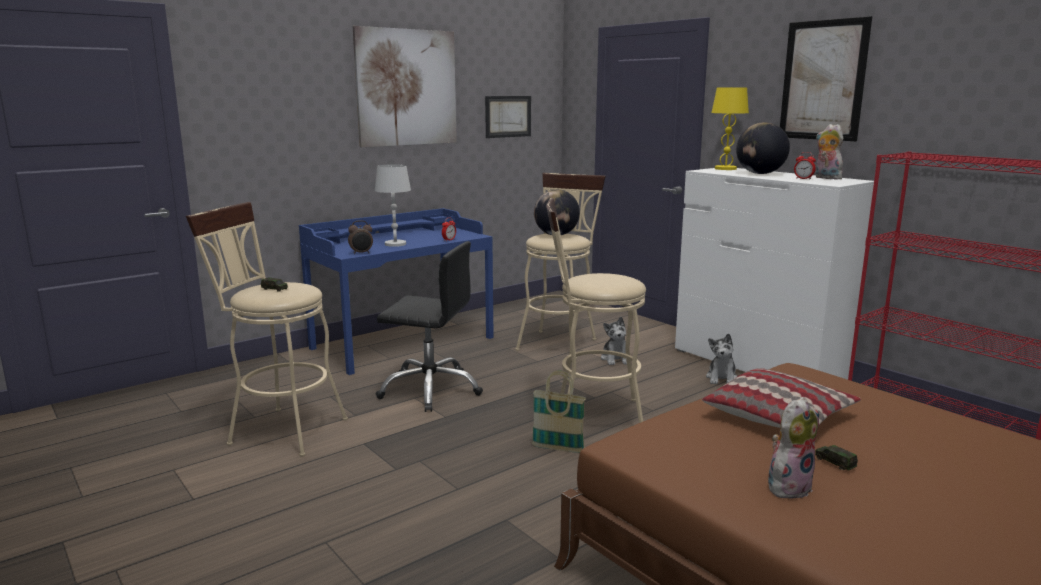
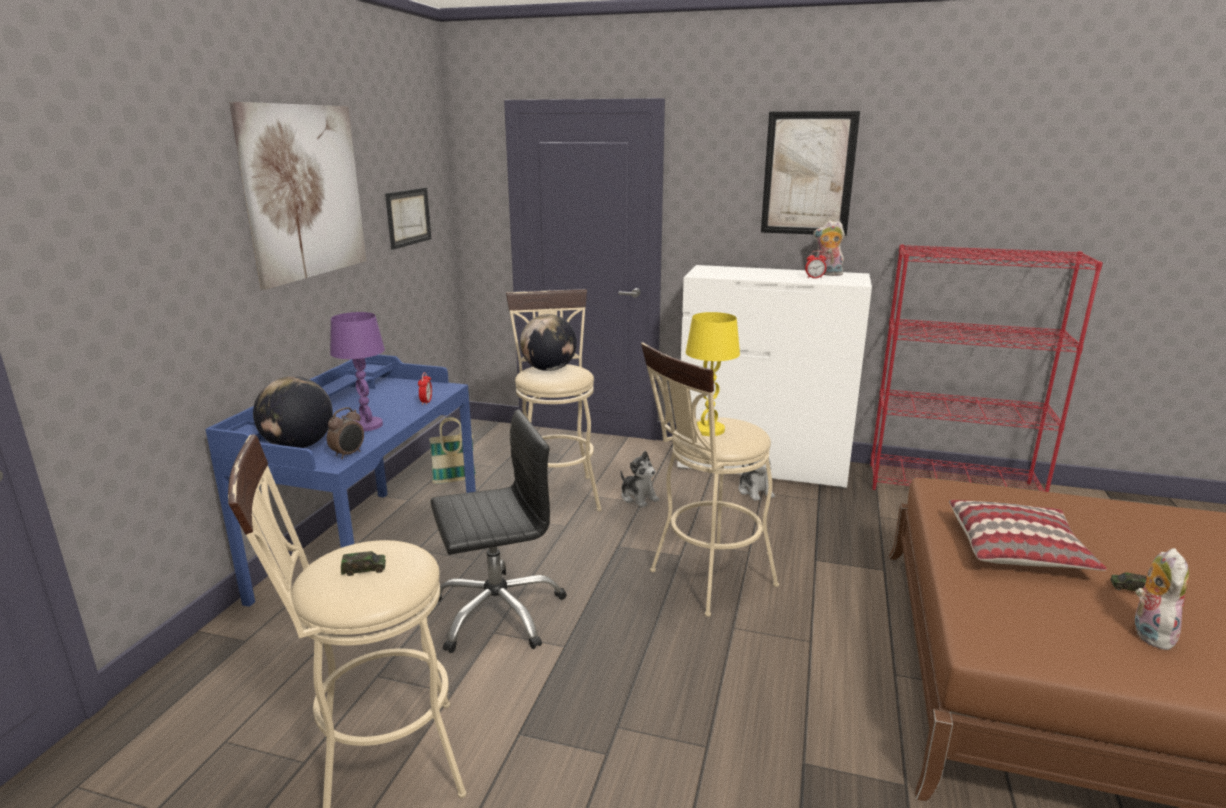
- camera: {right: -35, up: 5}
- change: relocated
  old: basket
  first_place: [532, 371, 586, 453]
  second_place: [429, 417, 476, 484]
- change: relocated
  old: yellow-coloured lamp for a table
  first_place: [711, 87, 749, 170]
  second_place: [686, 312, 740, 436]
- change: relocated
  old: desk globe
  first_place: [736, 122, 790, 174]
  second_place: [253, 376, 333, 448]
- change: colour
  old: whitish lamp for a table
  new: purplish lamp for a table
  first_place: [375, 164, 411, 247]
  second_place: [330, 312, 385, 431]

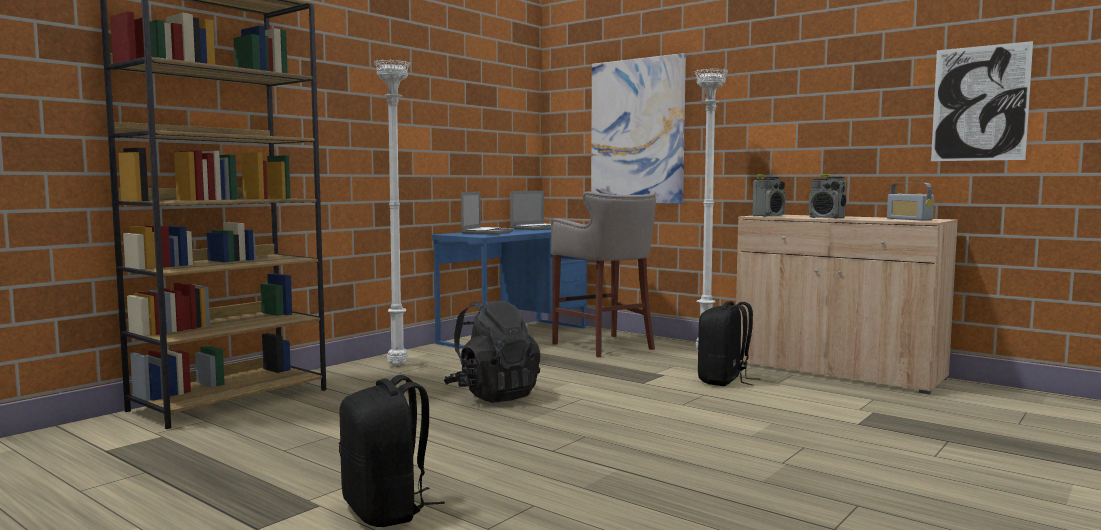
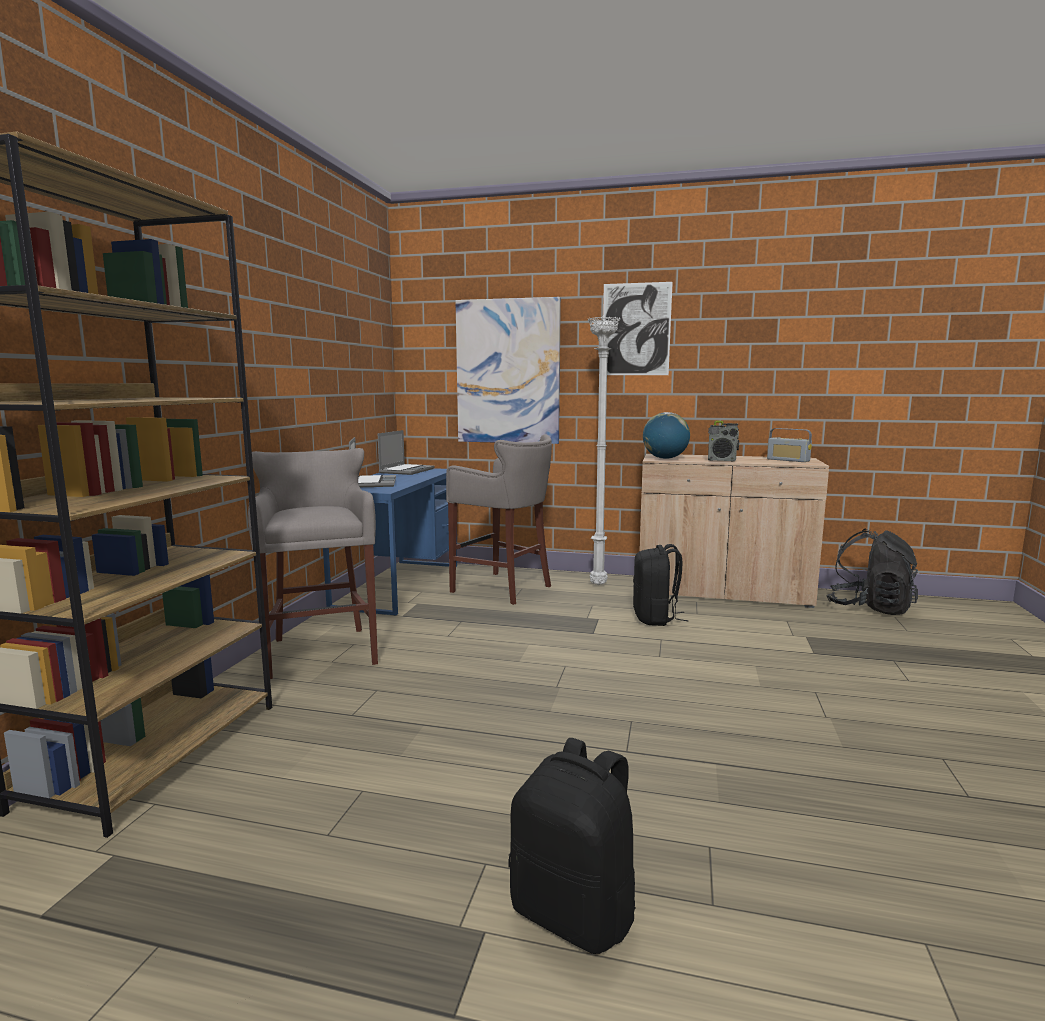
- camera: {right: -25, up: 5}
- change: relocated
  old: black-coloured knapsack
  first_place: [444, 300, 541, 403]
  second_place: [826, 529, 918, 615]
- change: relocated
  old: wall art
  first_place: [931, 41, 1033, 161]
  second_place: [603, 282, 673, 375]
- change: exchanged
  old: whitish standing lamp
  new: grey stool seat
  first_place: [374, 59, 411, 366]
  second_place: [248, 448, 378, 679]
- change: exchanged
  old: radio
  new: desk globe
  first_place: [752, 174, 786, 217]
  second_place: [643, 412, 690, 459]

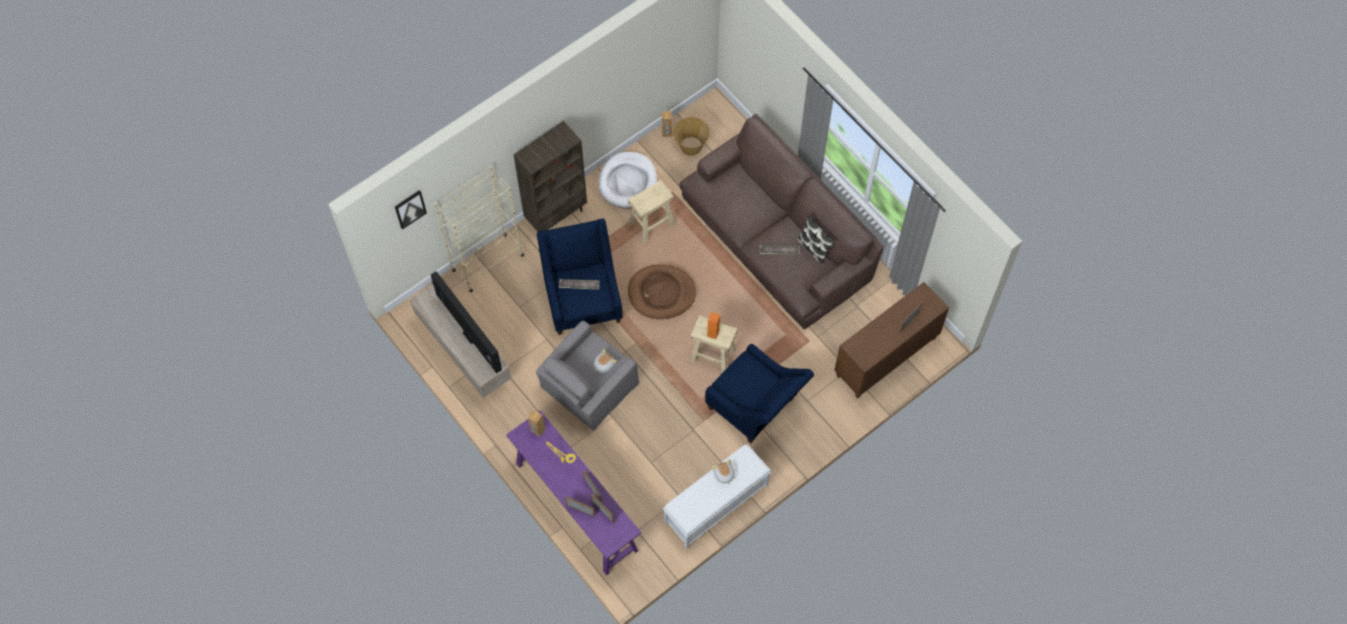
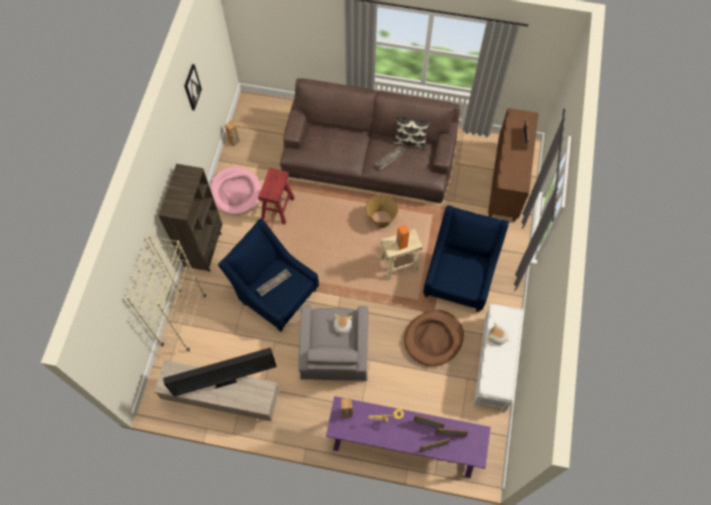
- camera: {right: -40, up: 0}
- change: relocated
  old: wall art
  first_place: [395, 190, 427, 230]
  second_place: [184, 64, 202, 110]
- change: relocated
  old: brown pet bed
  first_place: [628, 264, 696, 319]
  second_place: [404, 310, 464, 366]
- change: relocated
  old: basket
  first_place: [673, 117, 710, 156]
  second_place: [366, 194, 398, 228]
- change: colour
  old: whitish pet bed
  new: pink pet bed
  first_place: [599, 152, 657, 209]
  second_place: [210, 166, 262, 215]
- change: colour
  old: beige stool seat
  new: red stool seat
  first_place: [628, 180, 675, 244]
  second_place: [258, 167, 295, 225]
- change: spun
  old: TV
  first_place: [431, 271, 502, 374]
  second_place: [163, 347, 277, 396]
  degrees: 150
- change: spun
  old: blue armchair
  first_place: [705, 344, 814, 444]
  second_place: [423, 205, 509, 312]
  degrees: -75

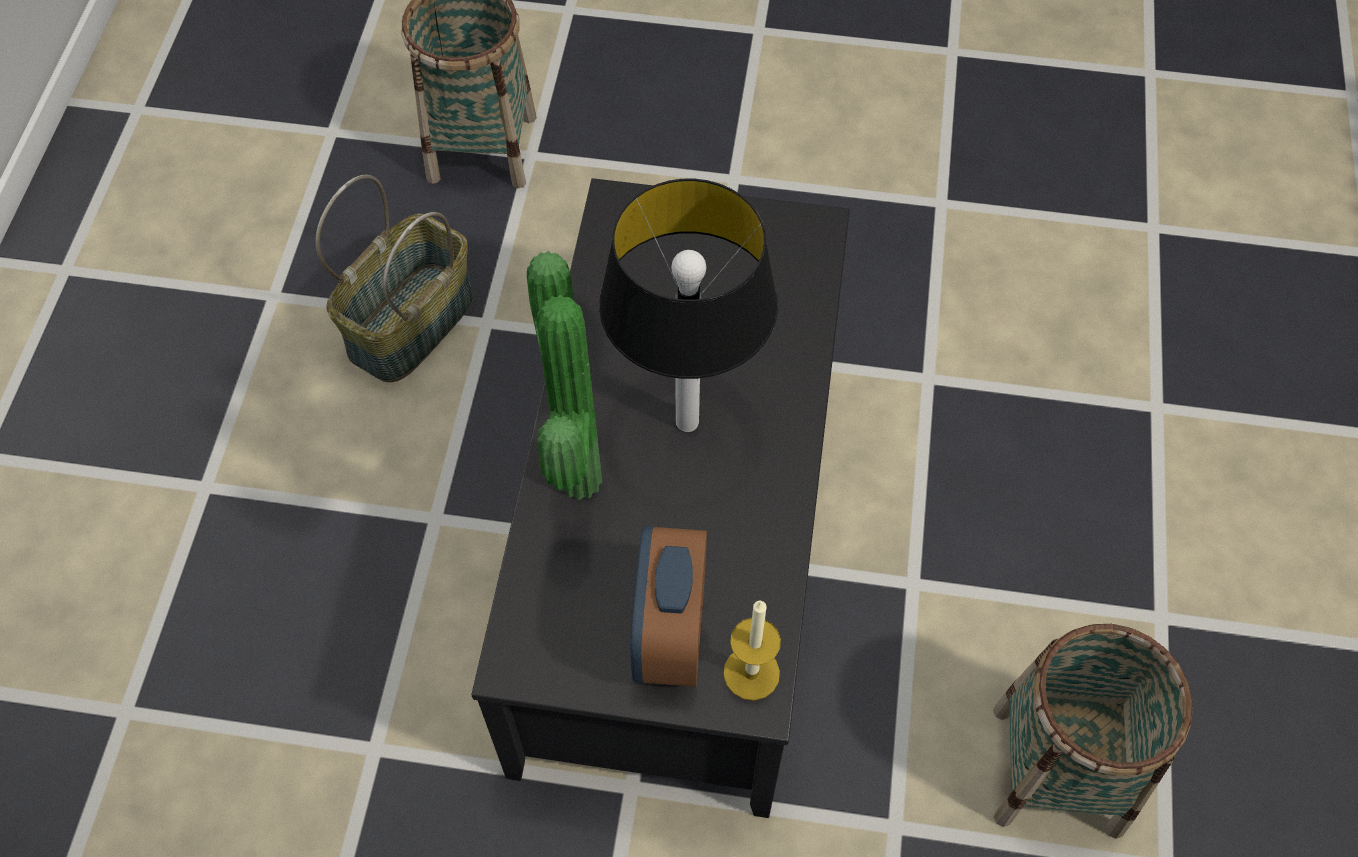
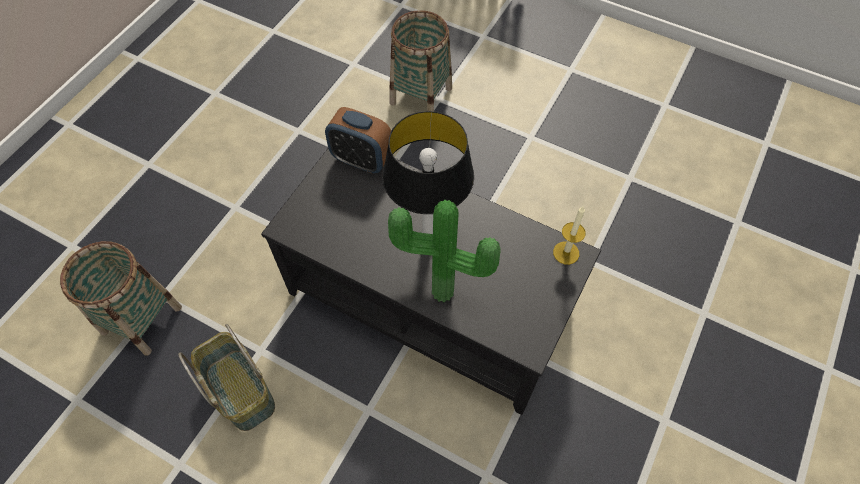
- camera: {right: -70, up: 0}
- change: relocated
  old: table clock
  first_place: [630, 526, 707, 687]
  second_place: [325, 107, 391, 173]
- change: relocated
  old: basket
  first_place: [993, 624, 1193, 839]
  second_place: [389, 10, 452, 111]

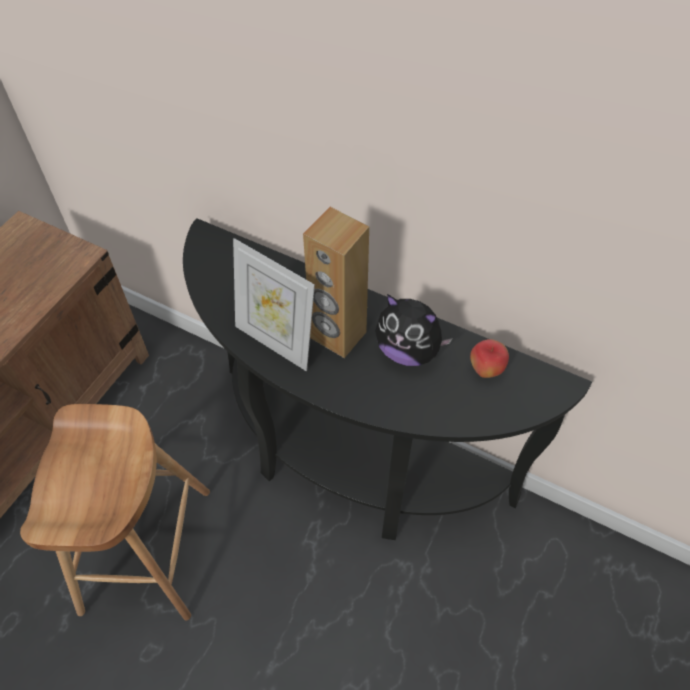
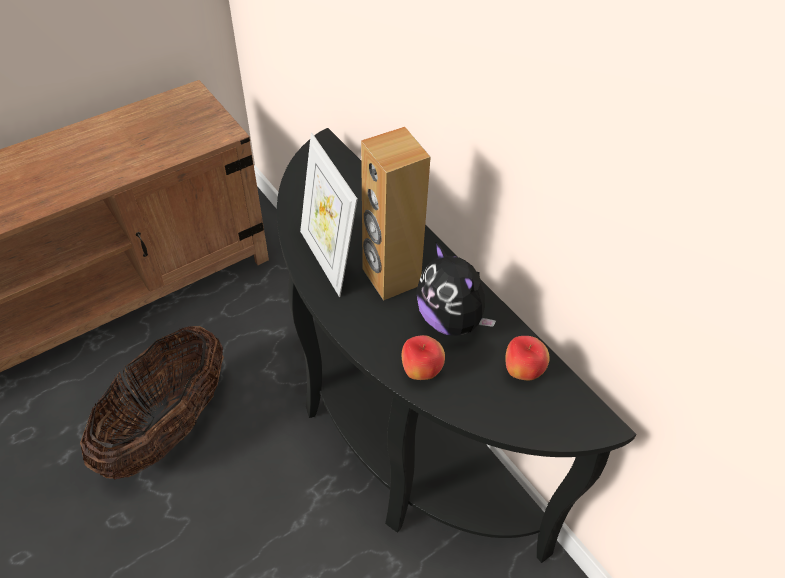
- camera: {right: 25, up: -5}
- change: appeared
  new: whole apple
  second_place: [402, 335, 445, 380]
- change: exchanged
  old: brown stool seat
  new: basket
  first_place: [20, 404, 210, 620]
  second_place: [80, 326, 224, 479]

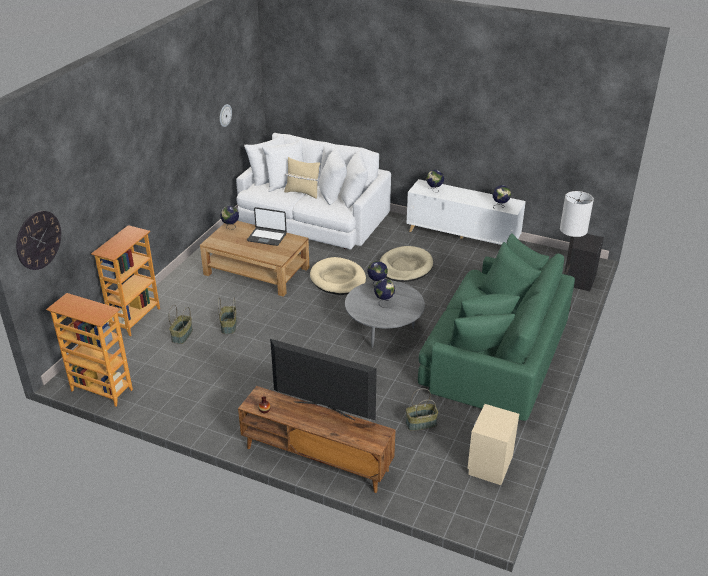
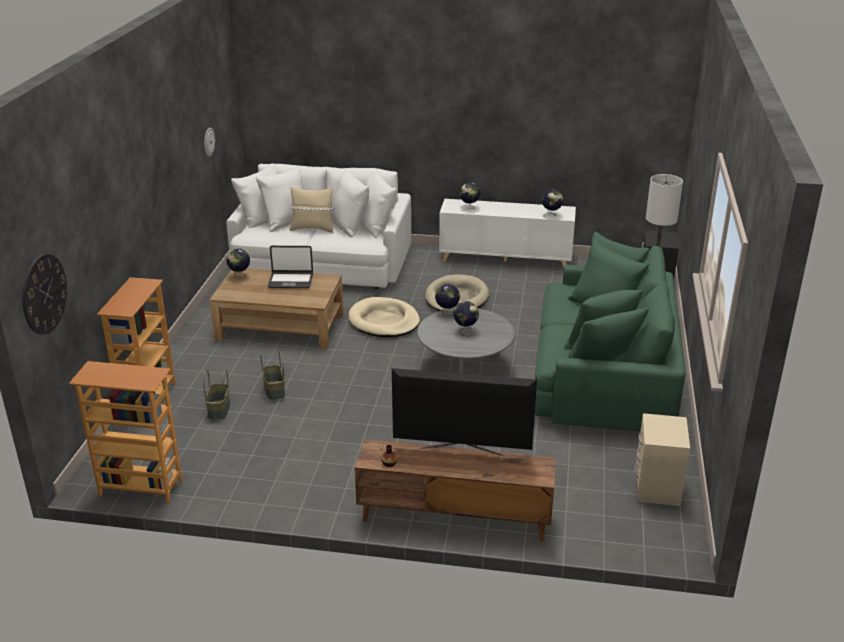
- camera: {right: -15, up: -5}
- change: missing
  old: basket
  first_place: [406, 388, 438, 431]

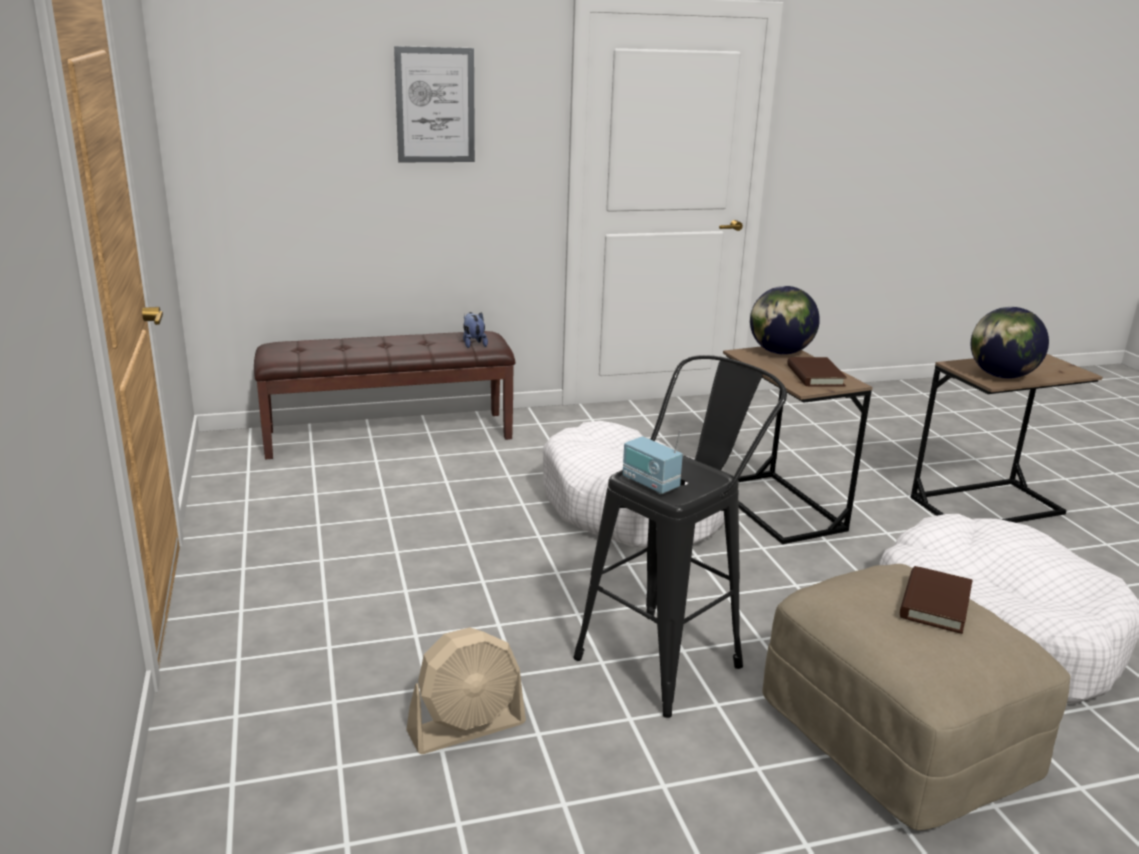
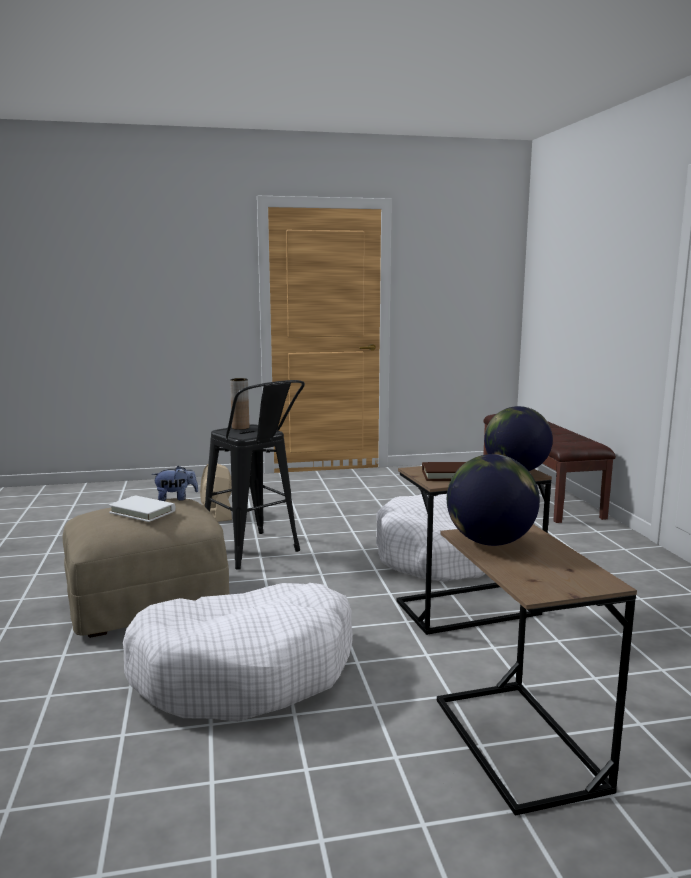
- camera: {right: 95, up: -10}
- change: missing
  old: wall art
  first_place: [394, 46, 475, 162]
- change: relocated
  old: soft toy
  first_place: [463, 312, 488, 348]
  second_place: [152, 466, 198, 501]
- change: exchanged
  old: radio
  new: brown decorative vase
  first_place: [623, 430, 683, 494]
  second_place: [230, 378, 249, 430]
- change: colour
  old: brown volume
  new: whitish volume
  first_place: [900, 566, 972, 634]
  second_place: [108, 495, 176, 522]

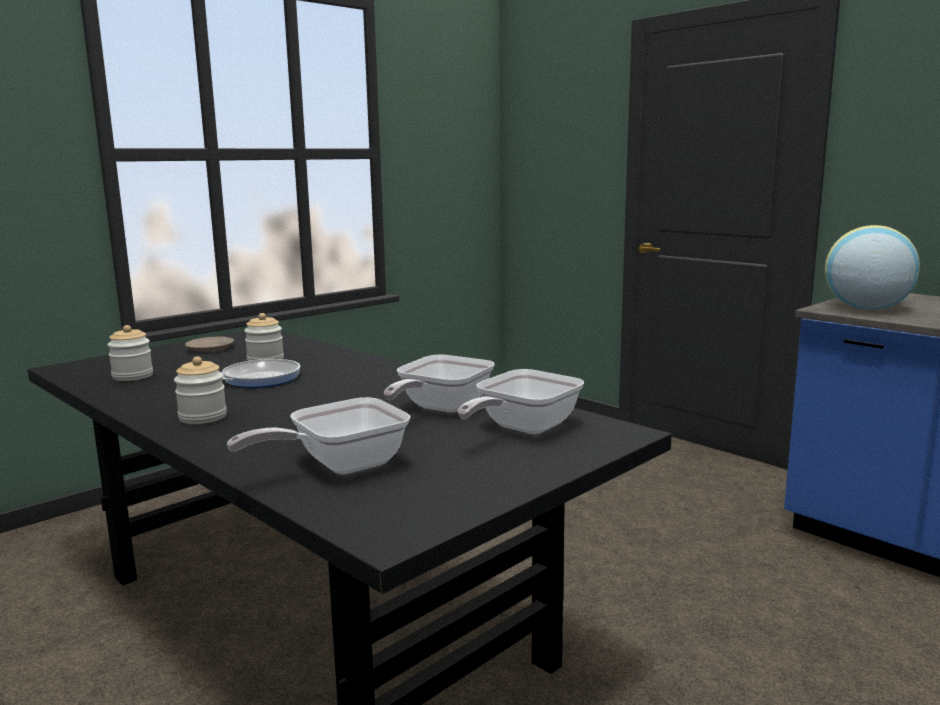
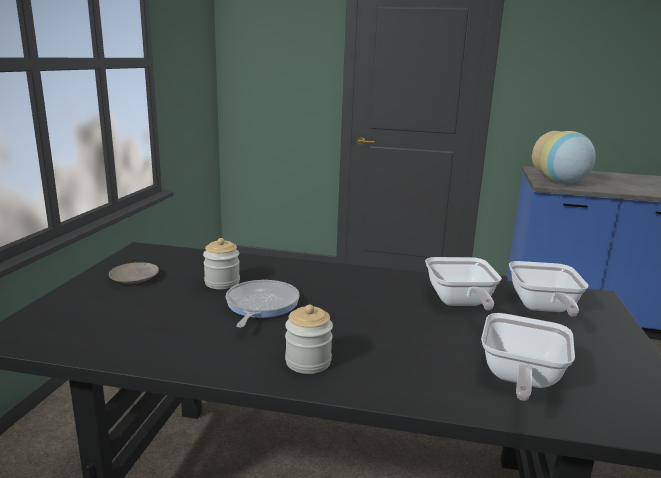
- camera: {right: -35, up: 5}
- change: missing
  old: preserve jar
  first_place: [107, 325, 153, 381]

